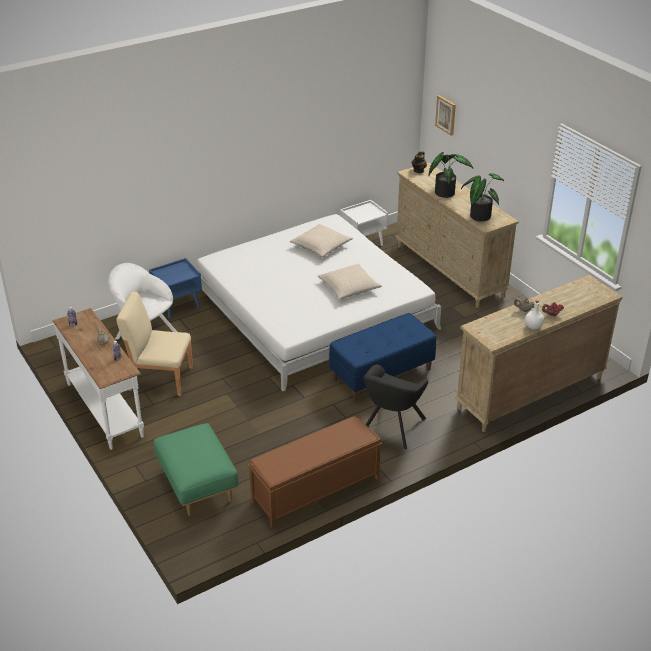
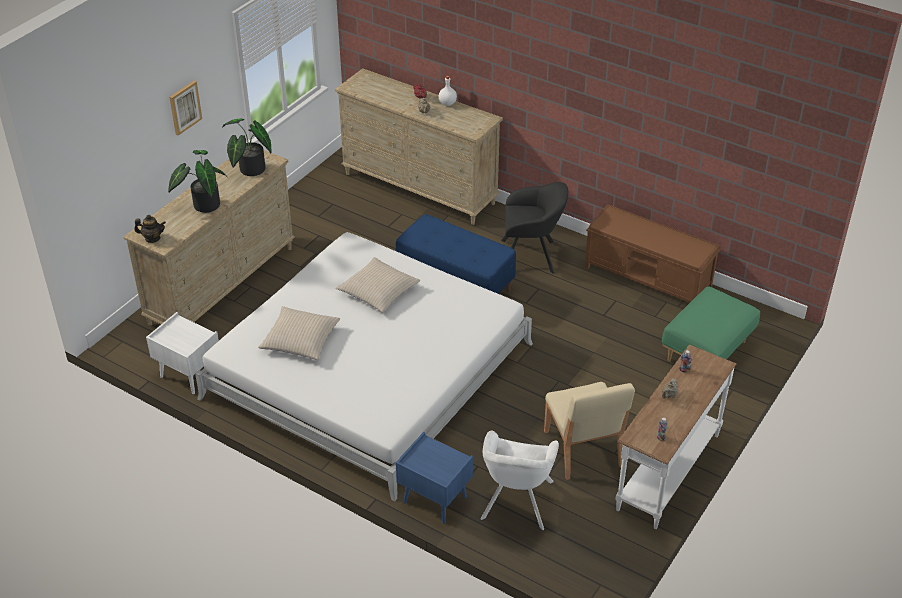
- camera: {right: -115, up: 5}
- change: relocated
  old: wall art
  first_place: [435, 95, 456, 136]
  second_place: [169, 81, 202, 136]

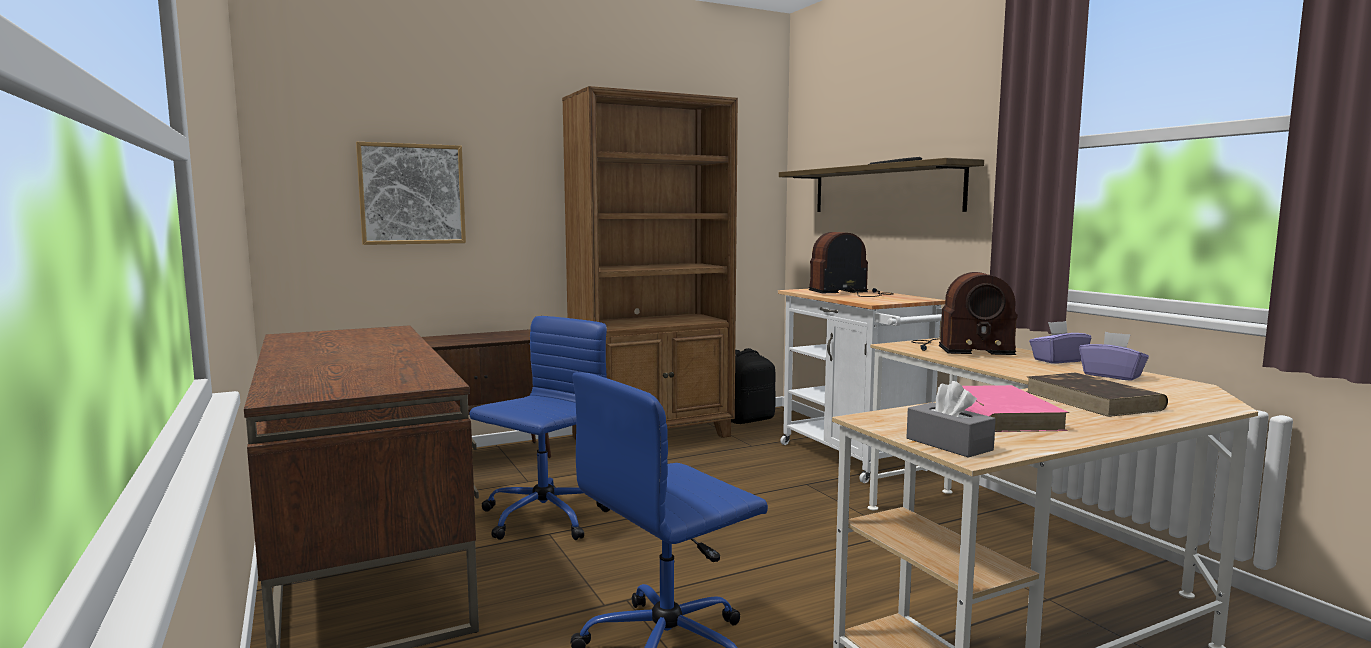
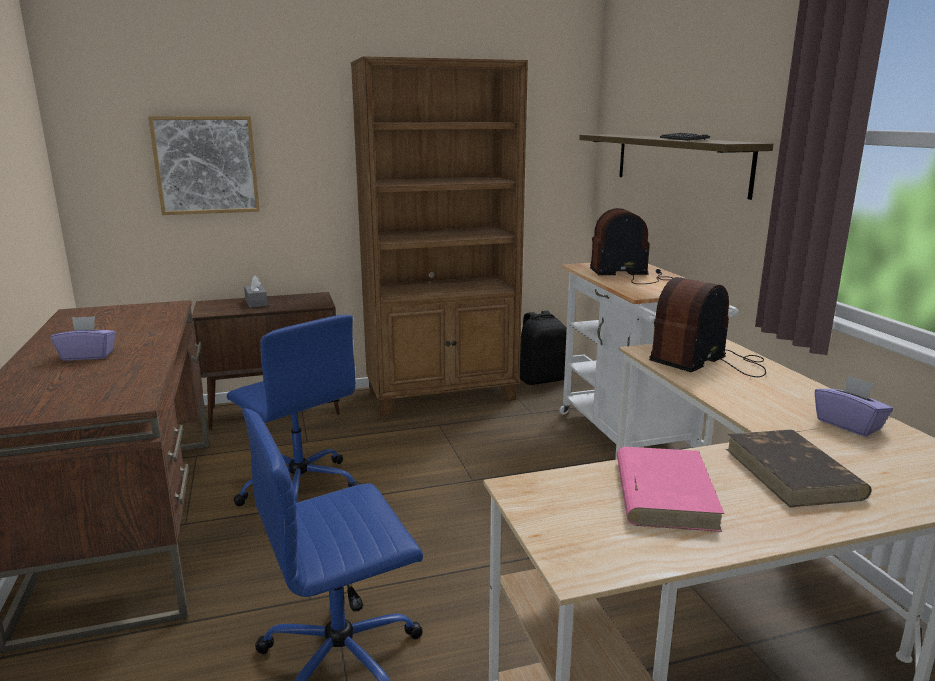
- camera: {right: 10, up: 10}
- change: relocated
  old: grey tissue box
  first_place: [906, 381, 996, 458]
  second_place: [244, 276, 268, 308]
- change: relocated
  old: purplish tissue box
  first_place: [1029, 321, 1091, 364]
  second_place: [51, 316, 116, 361]
- change: spun
  old: blue computer chair
  first_place: [469, 316, 610, 540]
  second_place: [227, 315, 361, 506]
  degrees: 90
- change: spun
  old: radio
  first_place: [911, 272, 1018, 355]
  second_place: [649, 277, 766, 377]
  degrees: 120

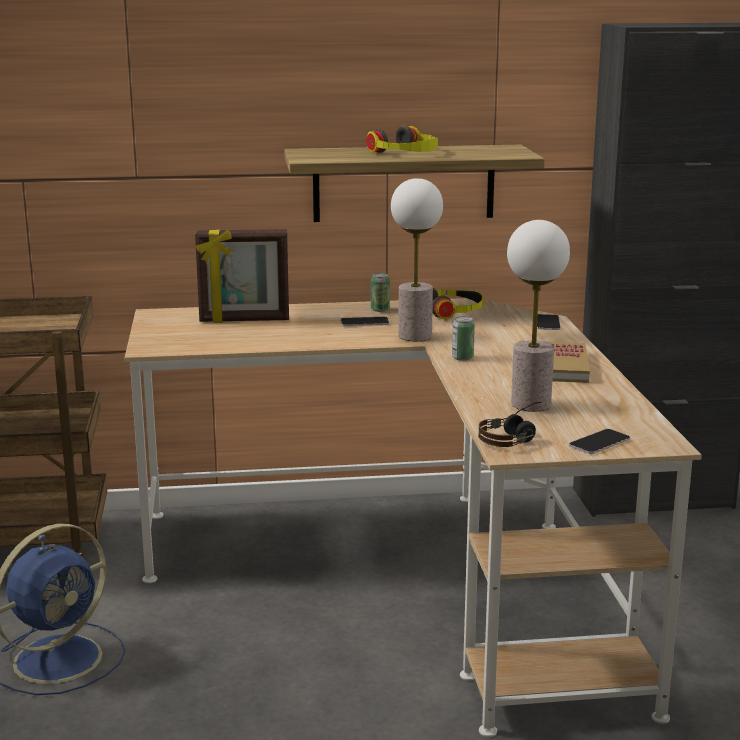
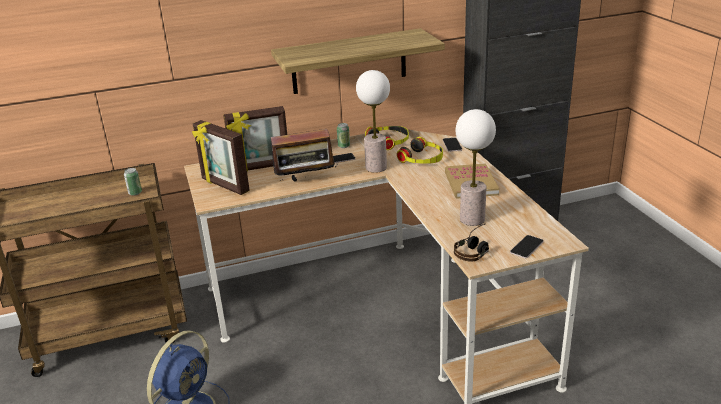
- camera: {right: -10, up: 10}
- change: appeared
  new: photo frame
  second_place: [192, 120, 250, 195]
- change: appeared
  new: radio
  second_place: [271, 129, 338, 183]
- change: relocated
  old: pair of headphones
  first_place: [366, 126, 438, 153]
  second_place: [397, 137, 443, 164]
- change: relocated
  old: sealed can
  first_place: [452, 316, 475, 361]
  second_place: [124, 168, 142, 196]

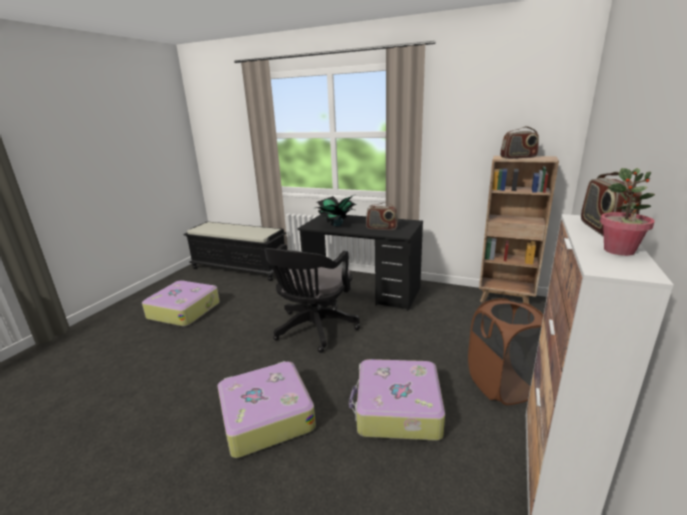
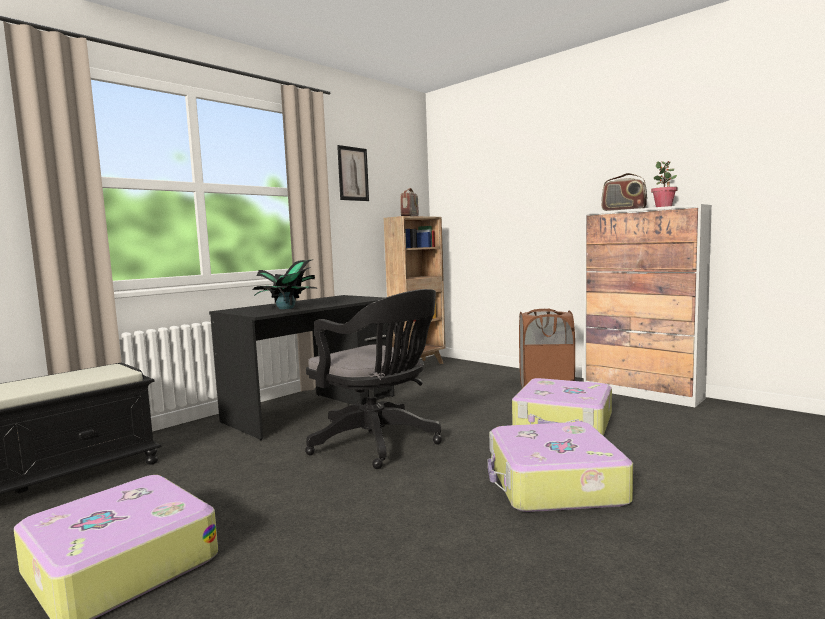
- camera: {right: -70, up: -15}
- change: missing
  old: radio
  first_place: [366, 202, 398, 230]
- change: appeared
  new: wall art
  second_place: [337, 145, 369, 201]

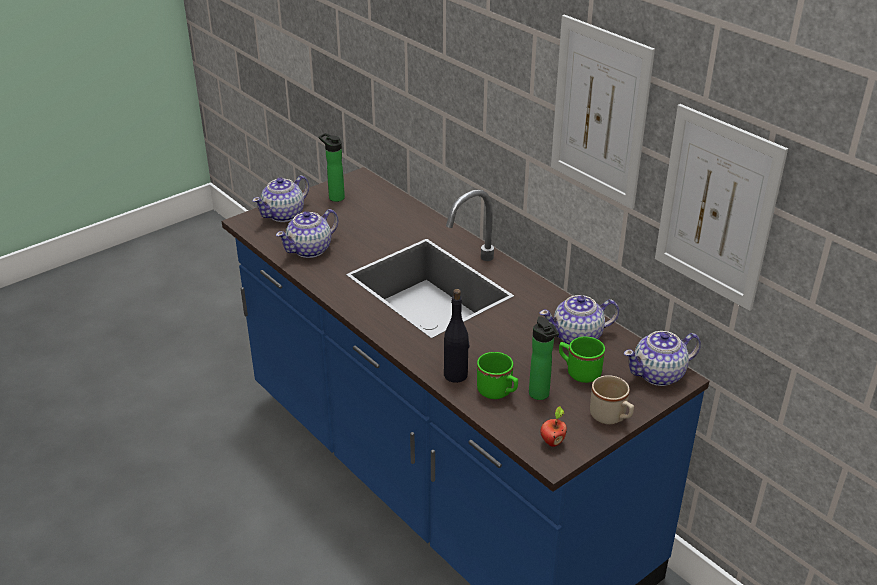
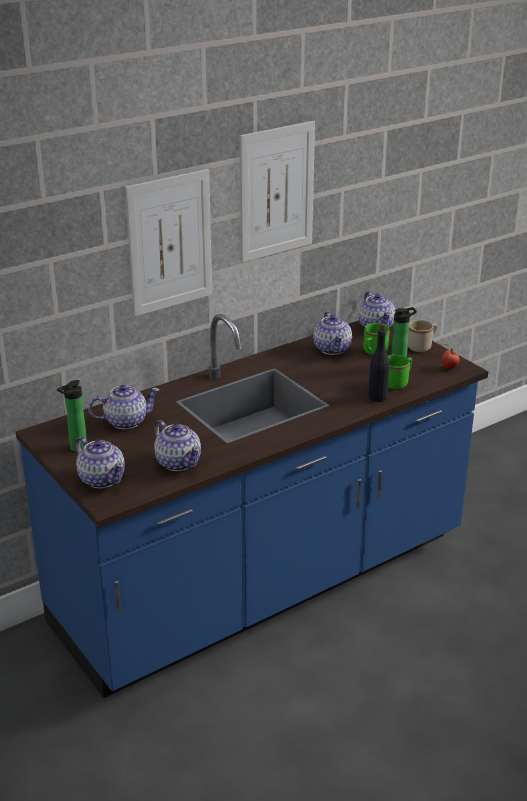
- camera: {right: -85, up: -5}
- change: appeared
  new: teapot
  second_place: [88, 385, 160, 429]
- change: relocated
  old: wall art
  first_place: [655, 104, 788, 311]
  second_place: [125, 169, 212, 316]

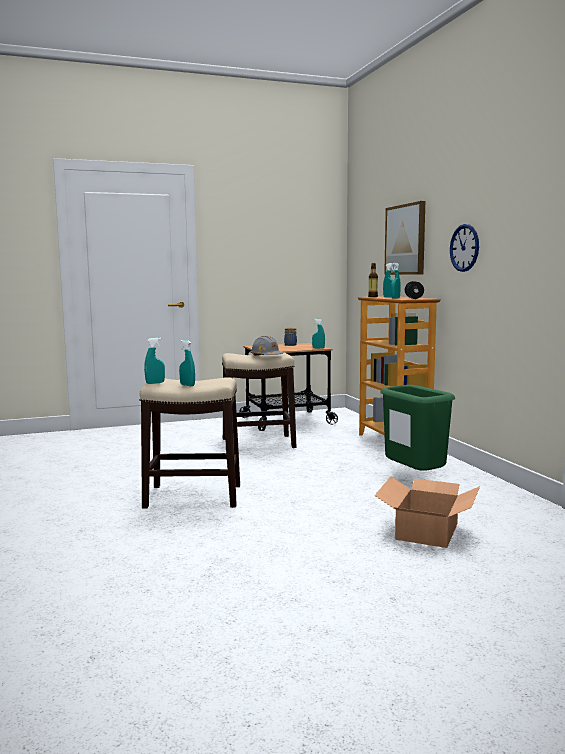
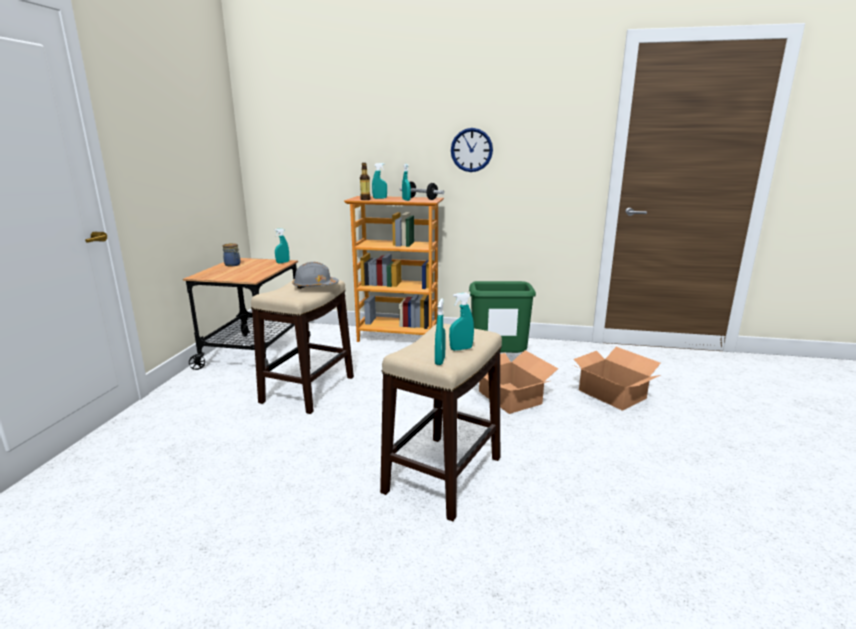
- camera: {right: -60, up: 10}
- change: missing
  old: wall art
  first_place: [384, 201, 425, 275]
- change: appeared
  new: packing box
  second_place: [479, 350, 558, 414]

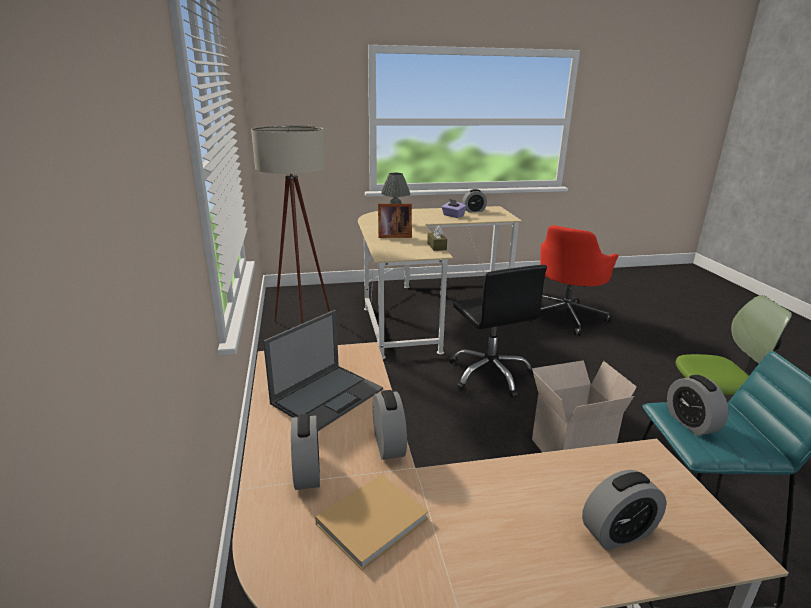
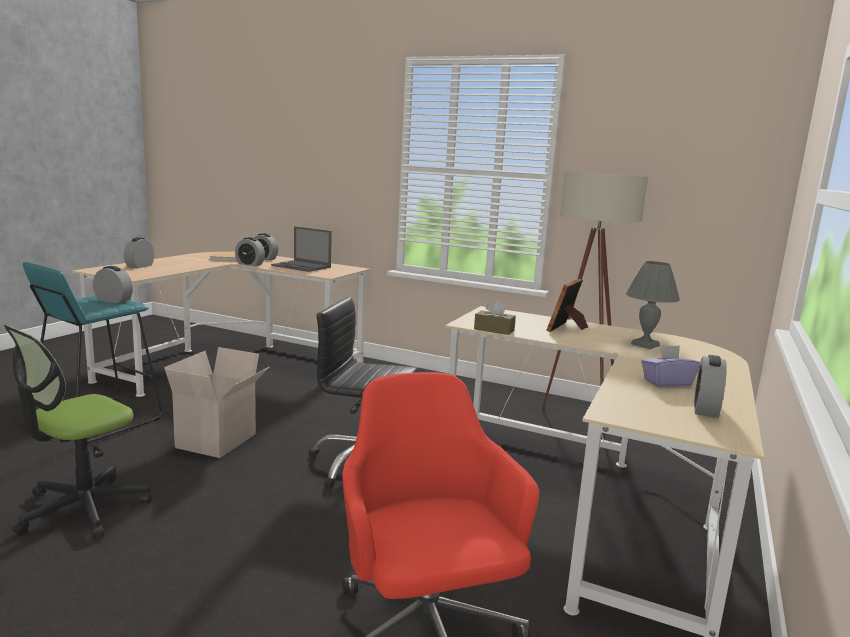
- camera: {right: 125, up: -10}
- change: spun
  old: portable computer
  first_place: [263, 310, 383, 431]
  second_place: [271, 226, 332, 272]
  degrees: -45

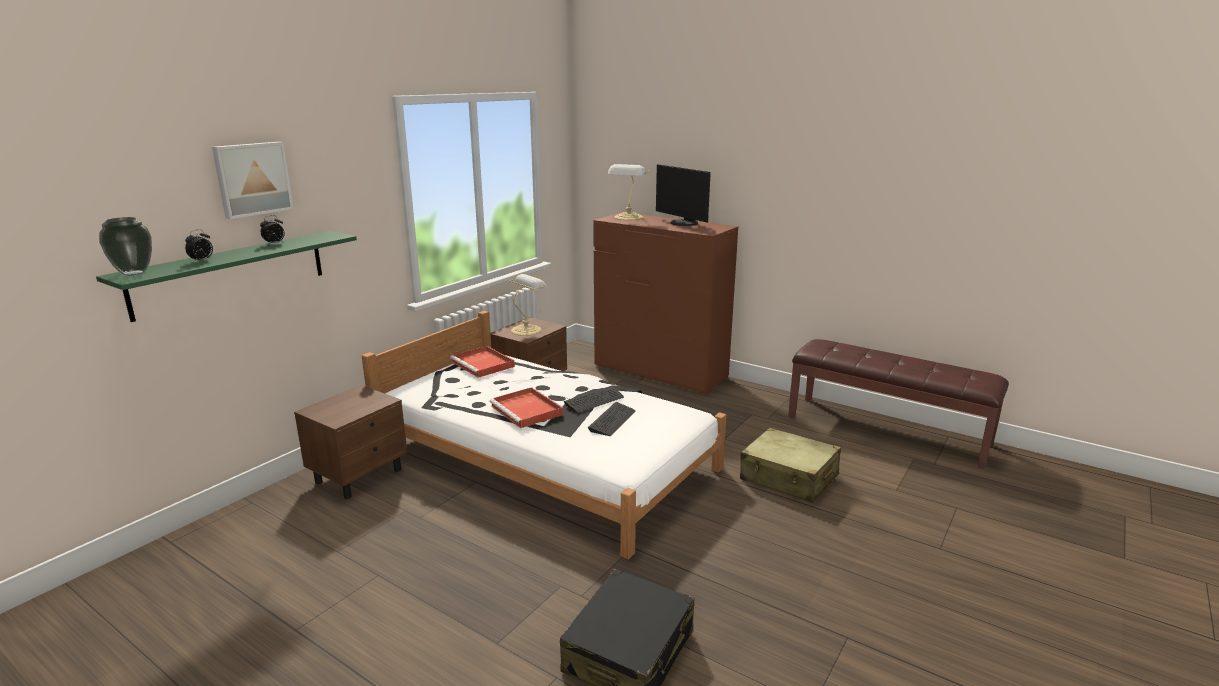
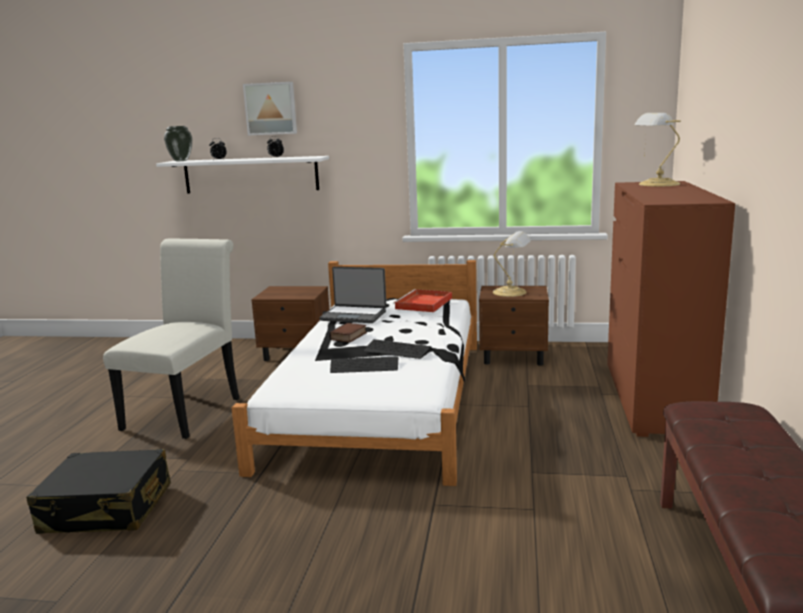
- camera: {right: 65, up: -5}
- change: missing
  old: computer screen
  first_place: [656, 164, 711, 226]
- change: missing
  old: beige travel case
  first_place: [740, 428, 841, 503]
- change: appeared
  new: whitish plain chair
  second_place: [103, 238, 239, 439]
- change: appeared
  new: portable computer
  second_place: [319, 267, 387, 323]
- change: exchanged
  old: red tray
  new: volume
  first_place: [490, 387, 563, 428]
  second_place: [329, 323, 367, 343]
- change: colour
  old: green-coloured wall shelf
  new: whitish wall shelf
  first_place: [96, 231, 357, 322]
  second_place: [156, 156, 329, 193]

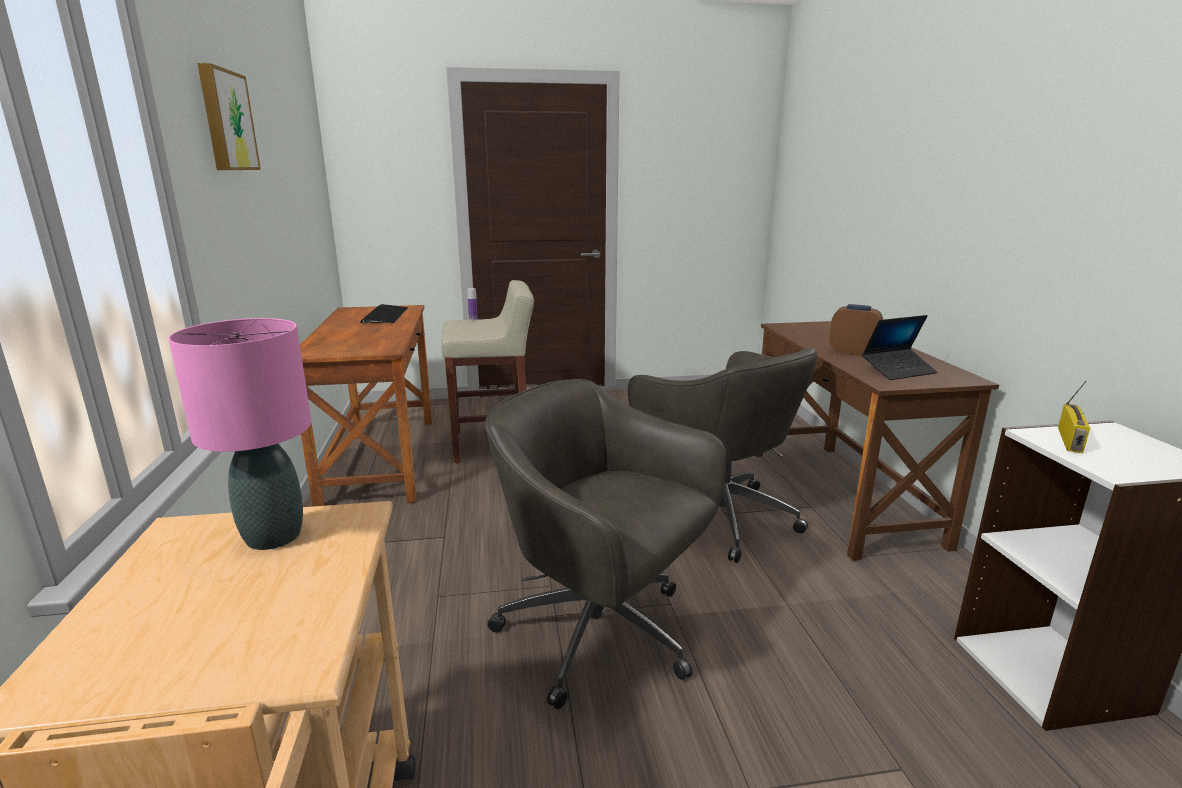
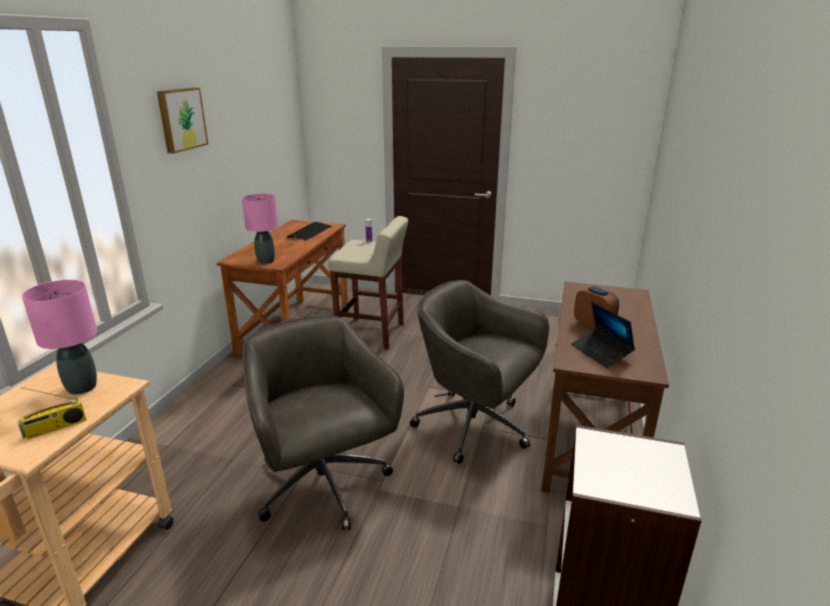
- camera: {right: 25, up: 5}
- change: appeared
  new: pink lamp for a table
  second_place: [242, 193, 278, 264]
- change: relocated
  old: radio
  first_place: [1058, 381, 1090, 453]
  second_place: [18, 387, 86, 440]
- change: spun
  old: grey computer chair
  first_place: [628, 347, 818, 563]
  second_place: [410, 280, 549, 464]
  degrees: 135
- change: spun
  old: portable computer
  first_place: [862, 315, 938, 380]
  second_place: [571, 302, 635, 368]
  degrees: 60

